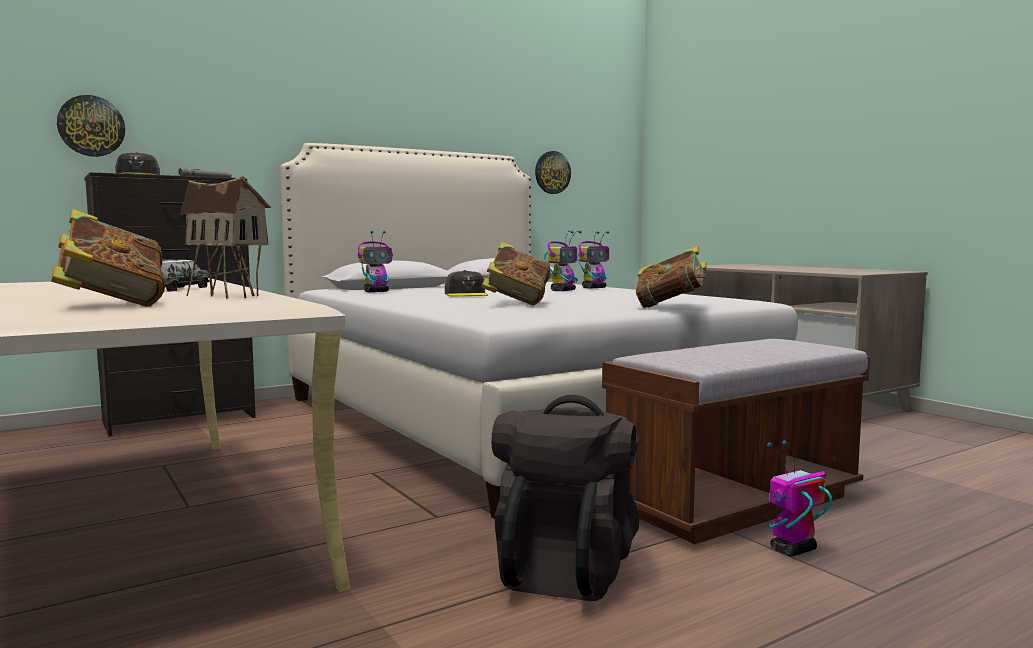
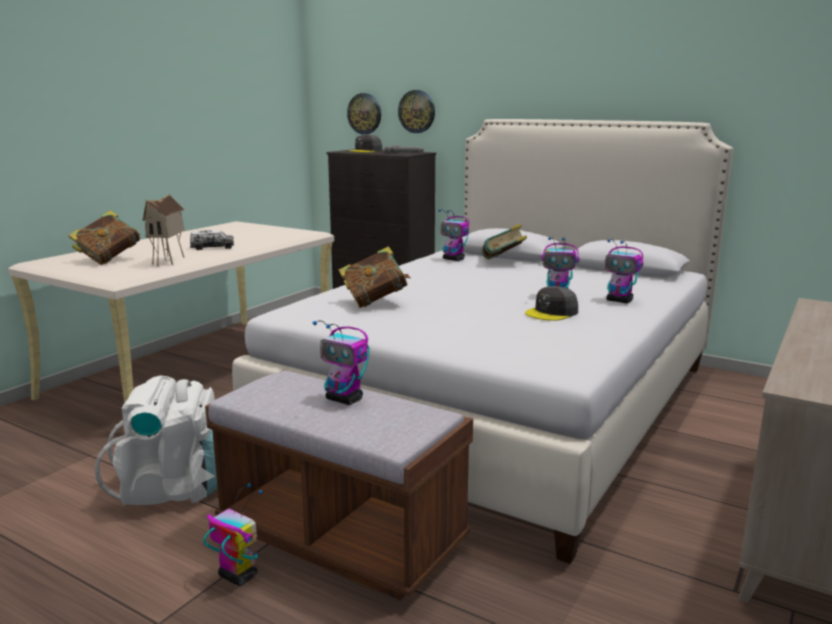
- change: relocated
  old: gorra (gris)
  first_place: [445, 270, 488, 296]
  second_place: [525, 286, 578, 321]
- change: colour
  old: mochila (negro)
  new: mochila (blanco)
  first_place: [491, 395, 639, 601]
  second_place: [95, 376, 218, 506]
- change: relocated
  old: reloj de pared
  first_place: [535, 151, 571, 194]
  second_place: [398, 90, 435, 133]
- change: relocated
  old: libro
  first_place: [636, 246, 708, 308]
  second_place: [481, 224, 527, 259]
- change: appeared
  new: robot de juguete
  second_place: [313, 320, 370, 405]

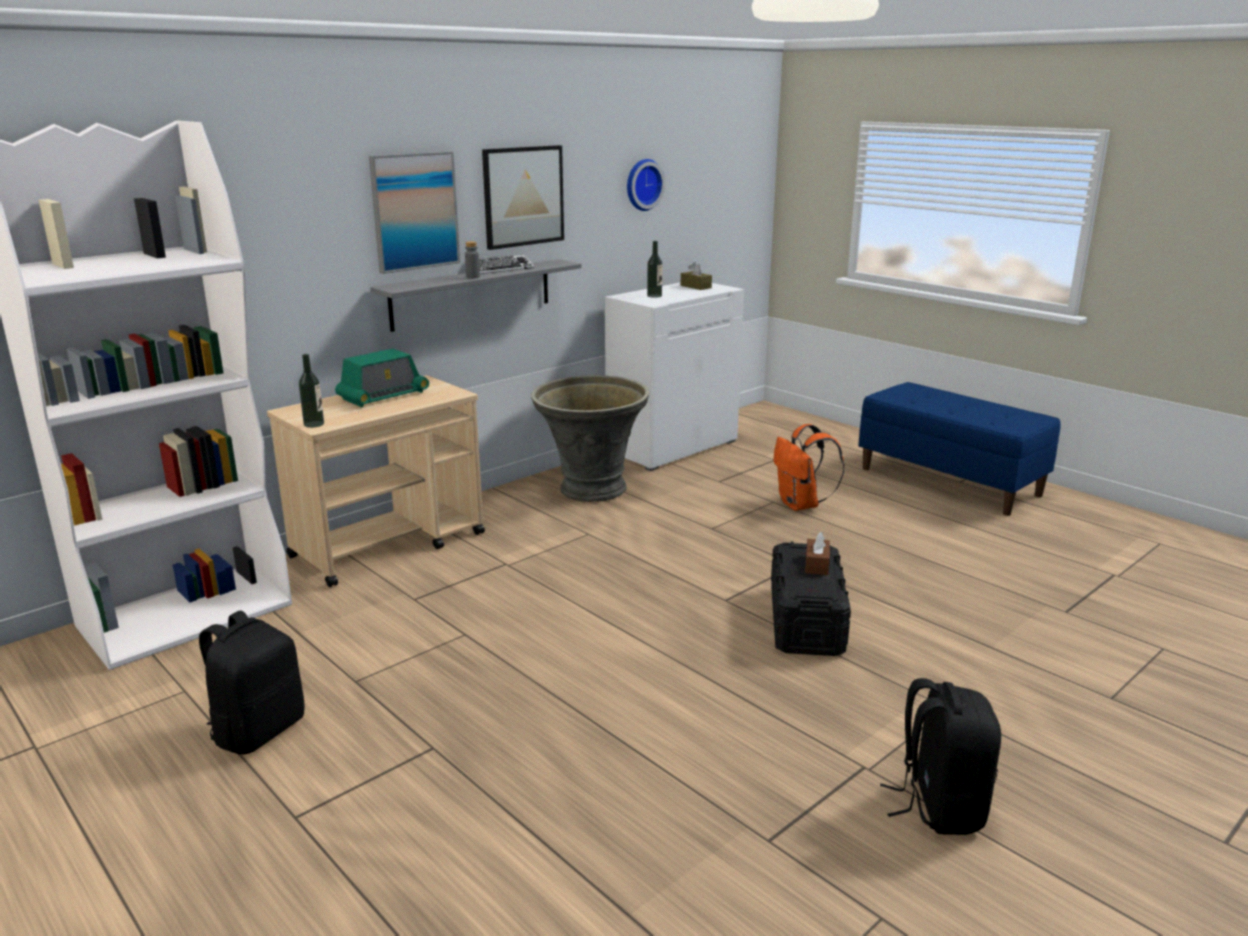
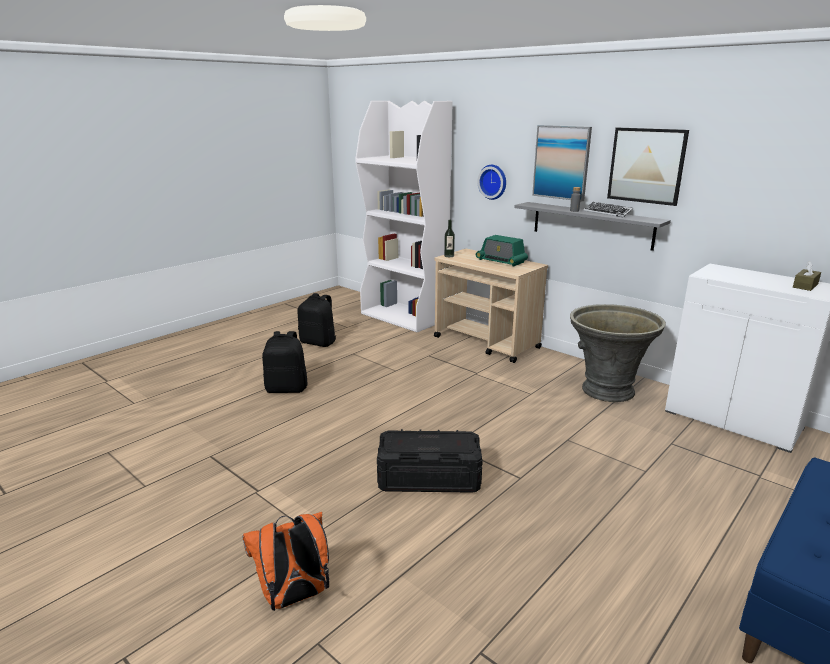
- change: relocated
  old: reloj de pared
  first_place: [627, 159, 665, 211]
  second_place: [477, 165, 506, 200]
- change: missing
  old: botella
  first_place: [647, 241, 662, 298]
- change: relocated
  old: mochila (naranja)
  first_place: [774, 424, 844, 511]
  second_place: [242, 512, 329, 611]
- change: missing
  old: caja de pañuelos (marrón)
  first_place: [805, 532, 830, 575]
- change: relocated
  old: mochila (negro)
  first_place: [880, 678, 1001, 835]
  second_place: [262, 331, 308, 393]

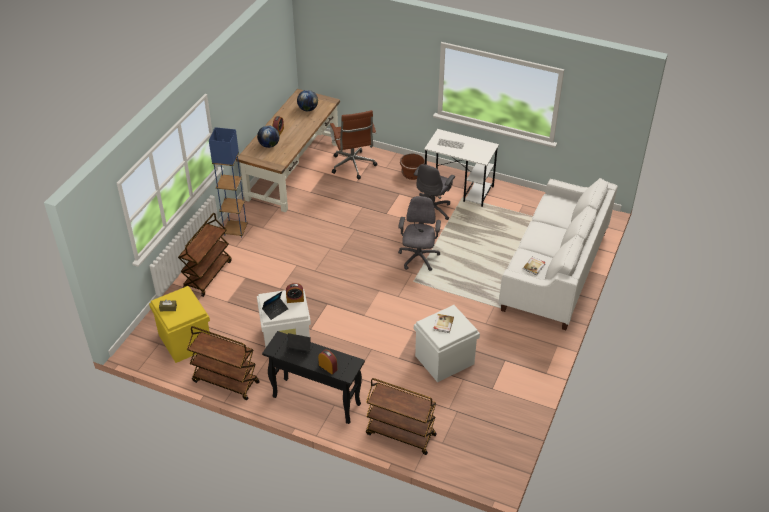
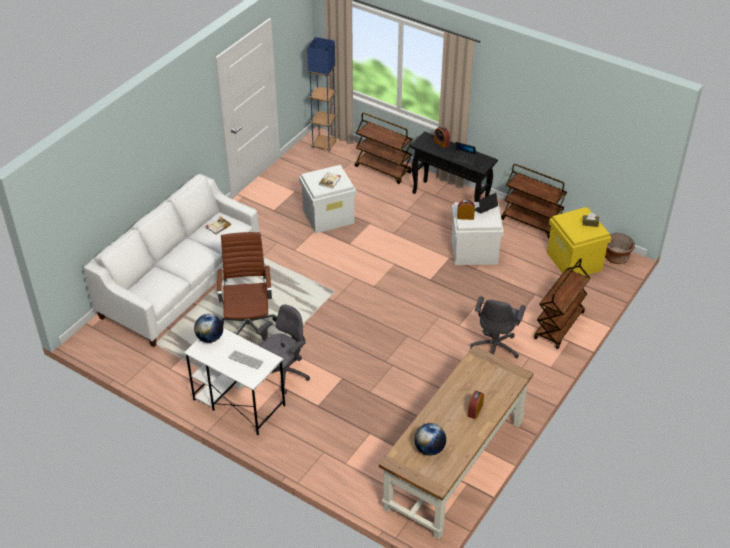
- change: relocated
  old: lámpara de pie (azul)
  first_place: [209, 127, 248, 238]
  second_place: [307, 37, 337, 152]
- change: relocated
  old: globo terráqueo
  first_place: [257, 125, 280, 148]
  second_place: [194, 314, 223, 343]
- change: relocated
  old: silla de oficina (marrón)
  first_place: [330, 110, 377, 179]
  second_place: [217, 232, 277, 336]
- change: relocated
  old: silla de oficina (gris)
  first_place: [398, 196, 441, 271]
  second_place: [470, 296, 526, 359]
- change: relocated
  old: maceta (marrón)
  first_place: [400, 153, 425, 180]
  second_place: [605, 233, 635, 264]

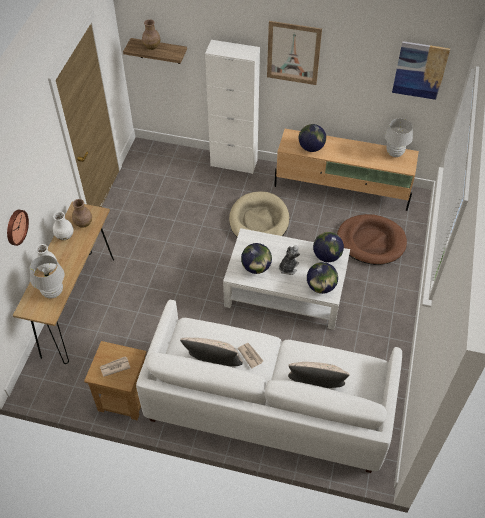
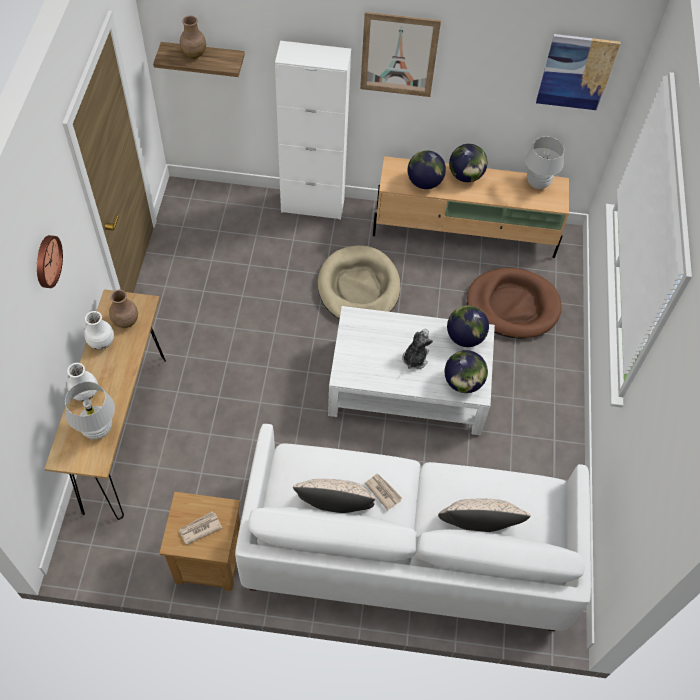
- change: relocated
  old: reloj de pared
  first_place: [7, 210, 29, 246]
  second_place: [37, 235, 63, 288]
- change: relocated
  old: globo terráqueo
  first_place: [241, 243, 272, 274]
  second_place: [449, 144, 487, 182]

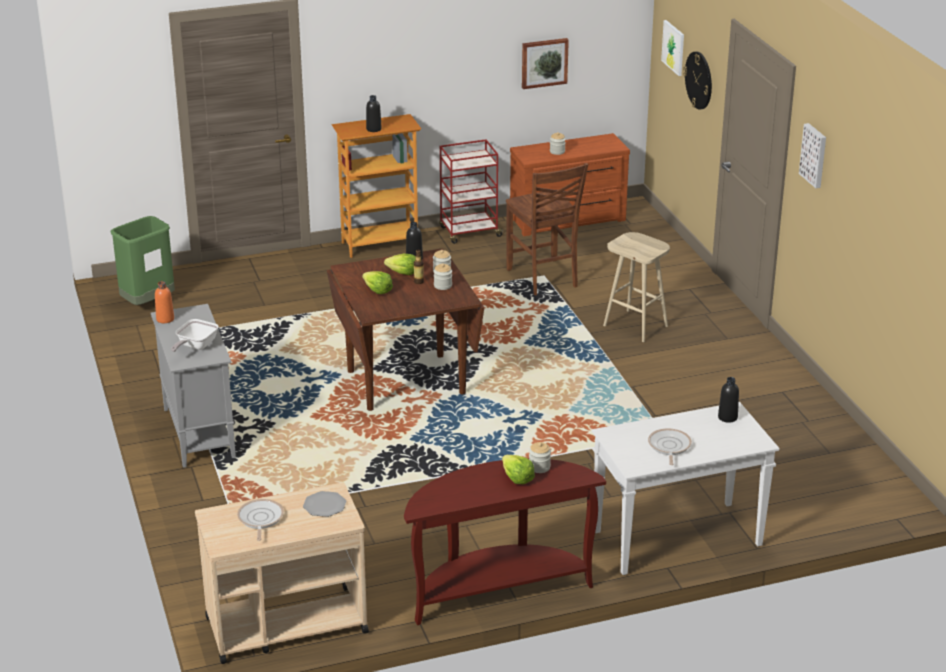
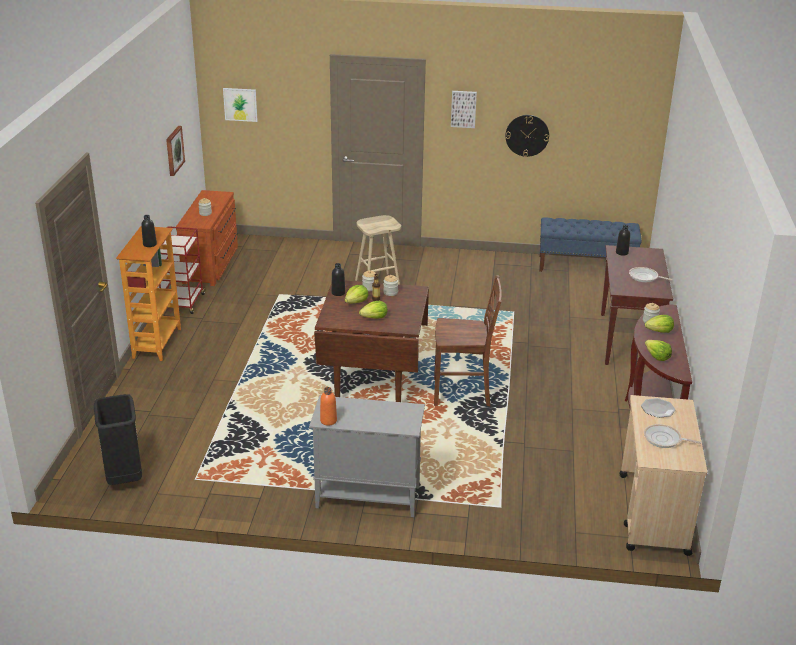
- change: colour
  old: papelera (verde)
  new: papelera (negro)
  first_place: [111, 216, 175, 305]
  second_place: [94, 394, 142, 485]
- change: missing
  old: sartén
  first_place: [171, 319, 219, 352]
- change: relocated
  old: silla (marrón)
  first_place: [506, 163, 588, 295]
  second_place: [434, 275, 502, 406]
- change: colour
  old: mesa consola (blanco)
  new: mesa consola (marrón)
  first_place: [592, 402, 780, 575]
  second_place: [601, 245, 673, 365]
- change: relocated
  old: reloj de pared
  first_place: [683, 51, 712, 110]
  second_place: [505, 115, 549, 157]
- change: appeared
  new: banco (azul)
  second_place: [539, 217, 642, 272]
- change: appeared
  new: lechuga
  second_place: [645, 340, 672, 361]

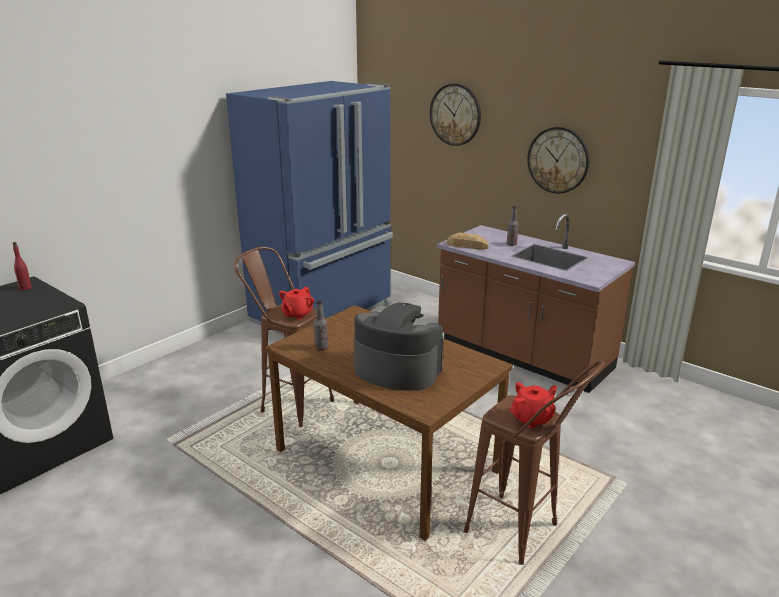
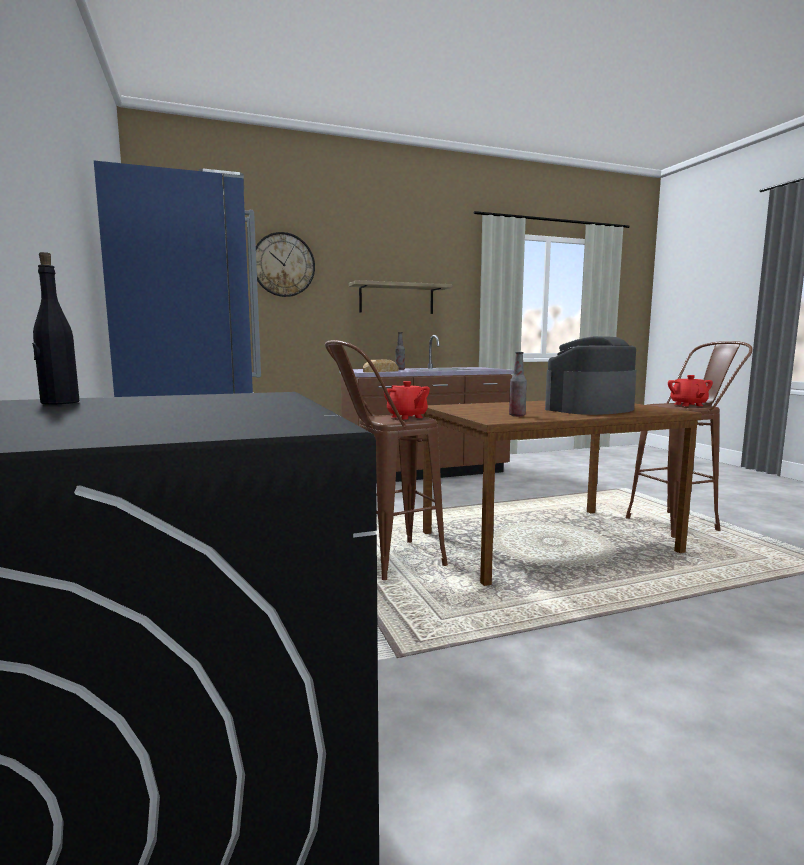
- change: colour
  old: botella (rojo)
  new: botella (negro)
  first_place: [13, 242, 32, 290]
  second_place: [32, 252, 80, 404]
- change: exchanged
  old: reloj de pared
  new: estante
  first_place: [527, 127, 589, 194]
  second_place: [349, 280, 453, 314]

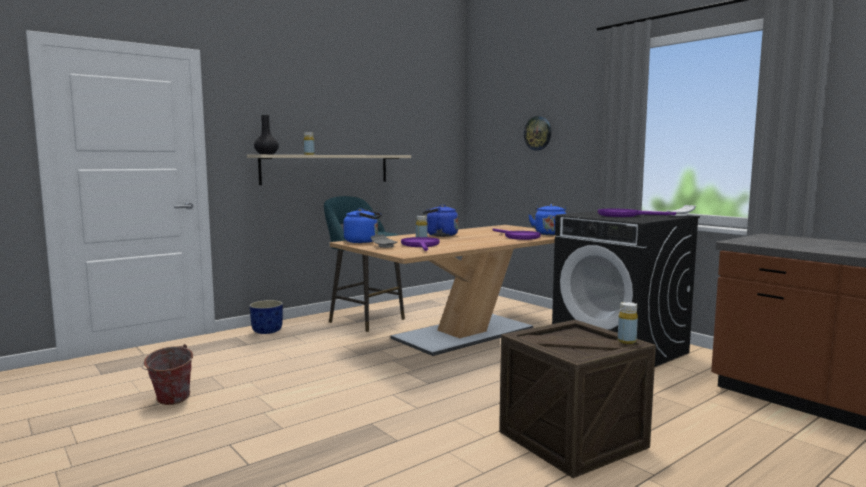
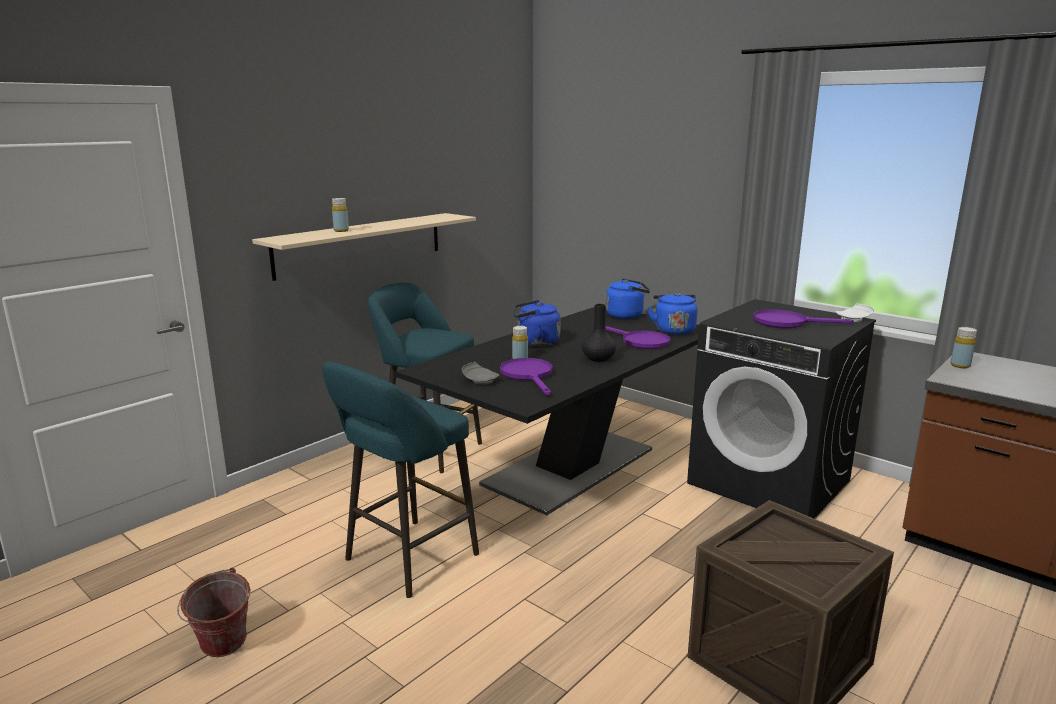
- change: missing
  old: maceta (azul)
  first_place: [250, 300, 283, 334]
- change: relocated
  old: florero (negro)
  first_place: [254, 115, 279, 155]
  second_place: [582, 304, 616, 362]
- change: colour
  old: mesa de comedor (beis)
  new: mesa de comedor (negro)
  first_place: [330, 225, 555, 356]
  second_place: [396, 307, 699, 515]
- change: relocated
  old: hervidor (azul)
  first_place: [343, 208, 382, 243]
  second_place: [606, 278, 650, 319]
- change: missing
  old: reloj de pared
  first_place: [524, 116, 551, 150]
- change: relocated
  old: botella (amarillo)
  first_place: [618, 302, 638, 344]
  second_place: [950, 327, 977, 368]
- change: appeared
  new: taburete (turquesa)
  second_place: [322, 362, 479, 598]

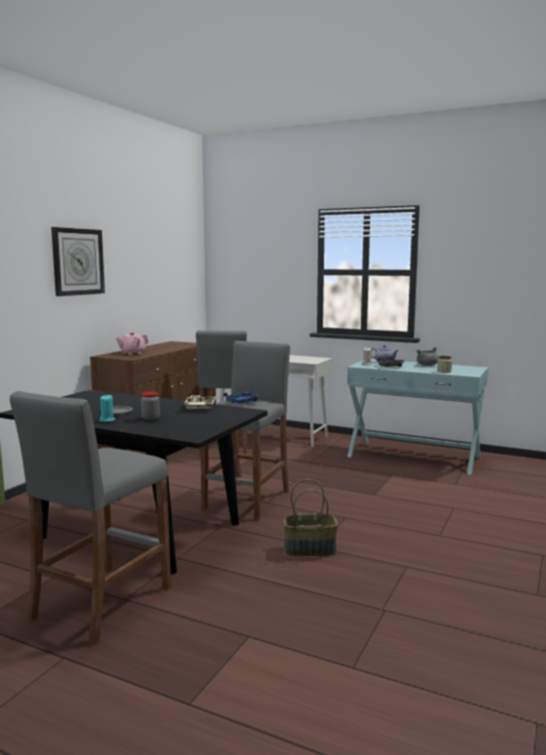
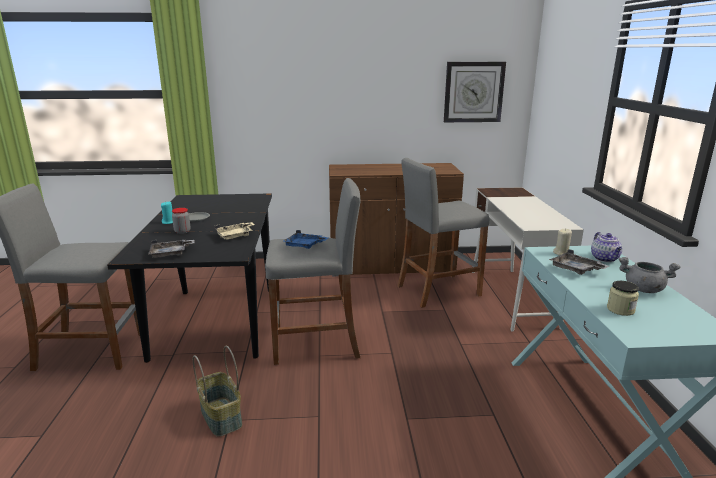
- change: relocated
  old: reloj de pared
  first_place: [51, 227, 105, 296]
  second_place: [444, 62, 506, 122]
- change: missing
  old: tetera (rosa)
  first_place: [116, 332, 148, 355]
- change: appeared
  new: bandeja (gris)
  second_place: [148, 240, 195, 258]

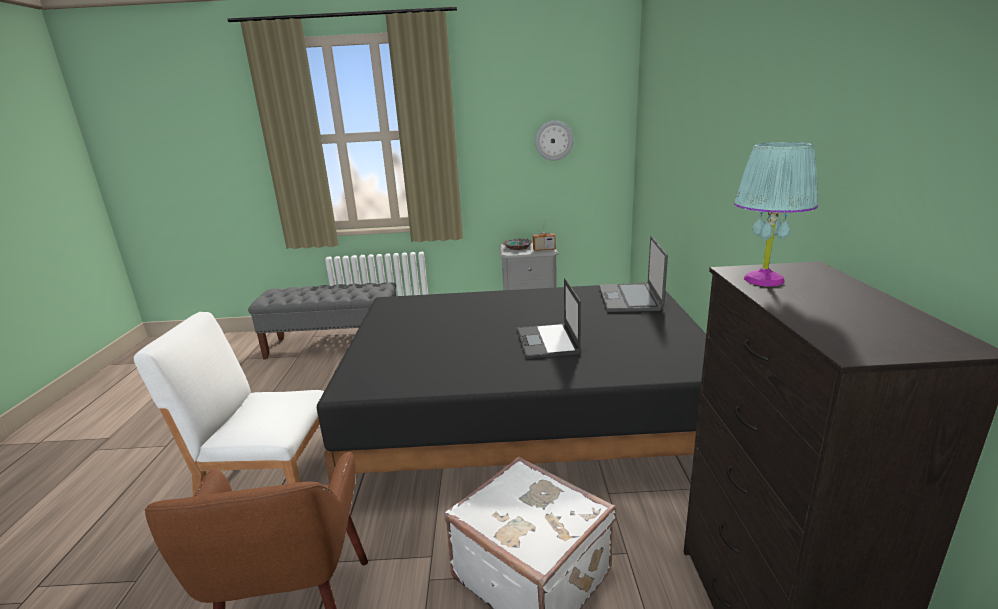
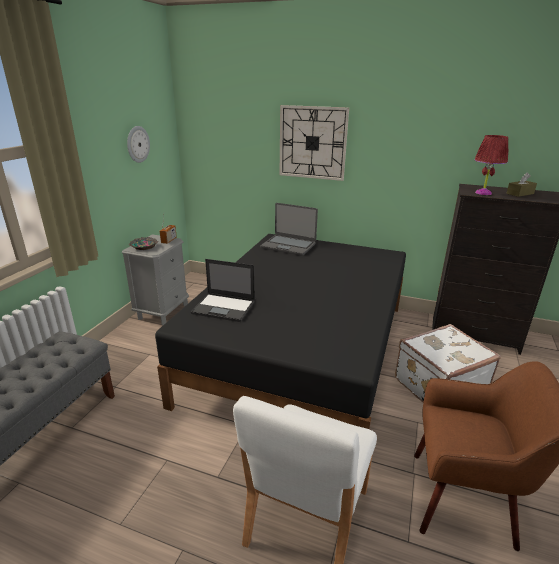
- change: relocated
  old: portátil
  first_place: [517, 278, 581, 359]
  second_place: [191, 259, 255, 322]
- change: colour
  old: lámpara de mesa (turquesa)
  new: lámpara de mesa (rojo)
  first_place: [734, 142, 818, 287]
  second_place: [475, 135, 508, 195]
- change: appeared
  new: reloj de pared
  second_place: [280, 105, 349, 181]
- change: appeared
  new: caja de pañuelos (marrón)
  second_place: [506, 173, 537, 197]

